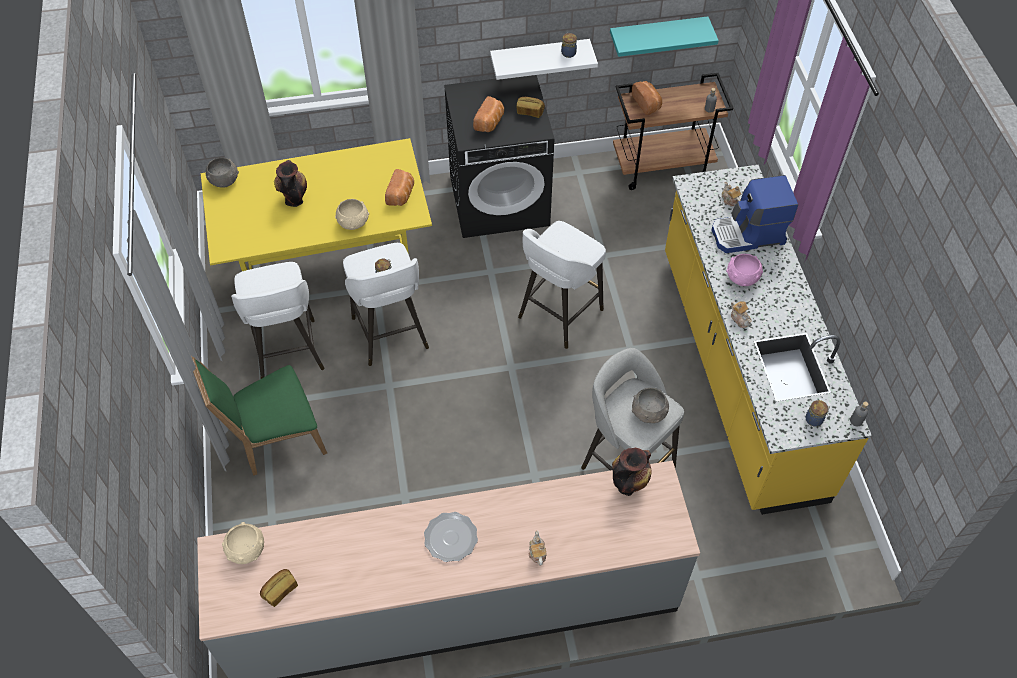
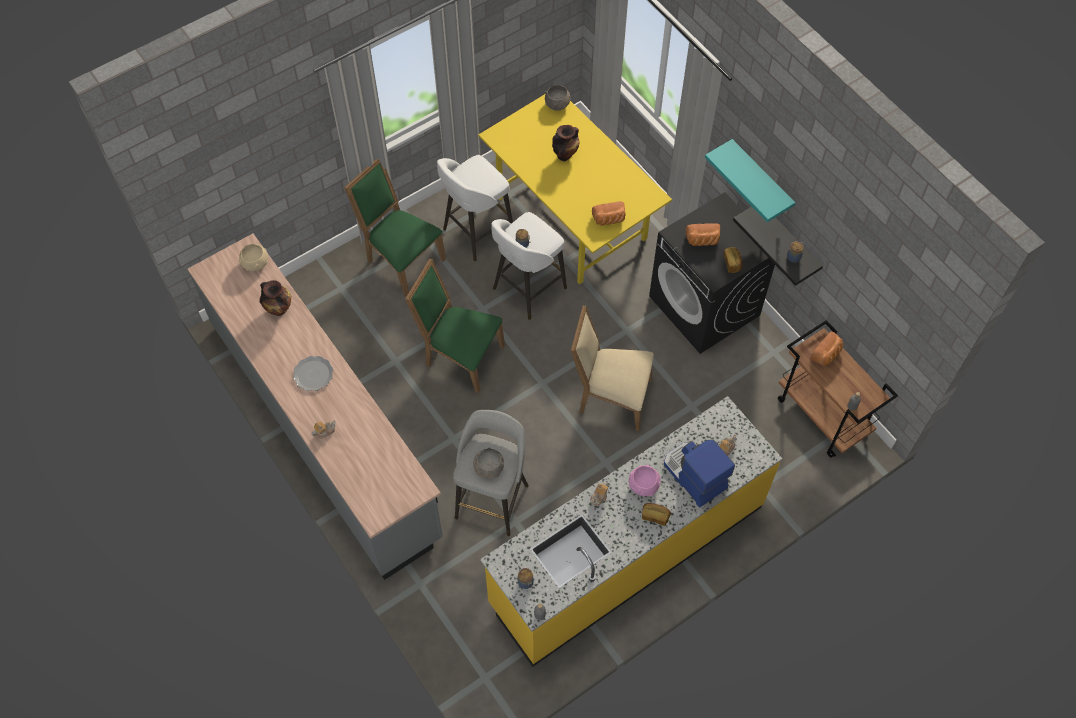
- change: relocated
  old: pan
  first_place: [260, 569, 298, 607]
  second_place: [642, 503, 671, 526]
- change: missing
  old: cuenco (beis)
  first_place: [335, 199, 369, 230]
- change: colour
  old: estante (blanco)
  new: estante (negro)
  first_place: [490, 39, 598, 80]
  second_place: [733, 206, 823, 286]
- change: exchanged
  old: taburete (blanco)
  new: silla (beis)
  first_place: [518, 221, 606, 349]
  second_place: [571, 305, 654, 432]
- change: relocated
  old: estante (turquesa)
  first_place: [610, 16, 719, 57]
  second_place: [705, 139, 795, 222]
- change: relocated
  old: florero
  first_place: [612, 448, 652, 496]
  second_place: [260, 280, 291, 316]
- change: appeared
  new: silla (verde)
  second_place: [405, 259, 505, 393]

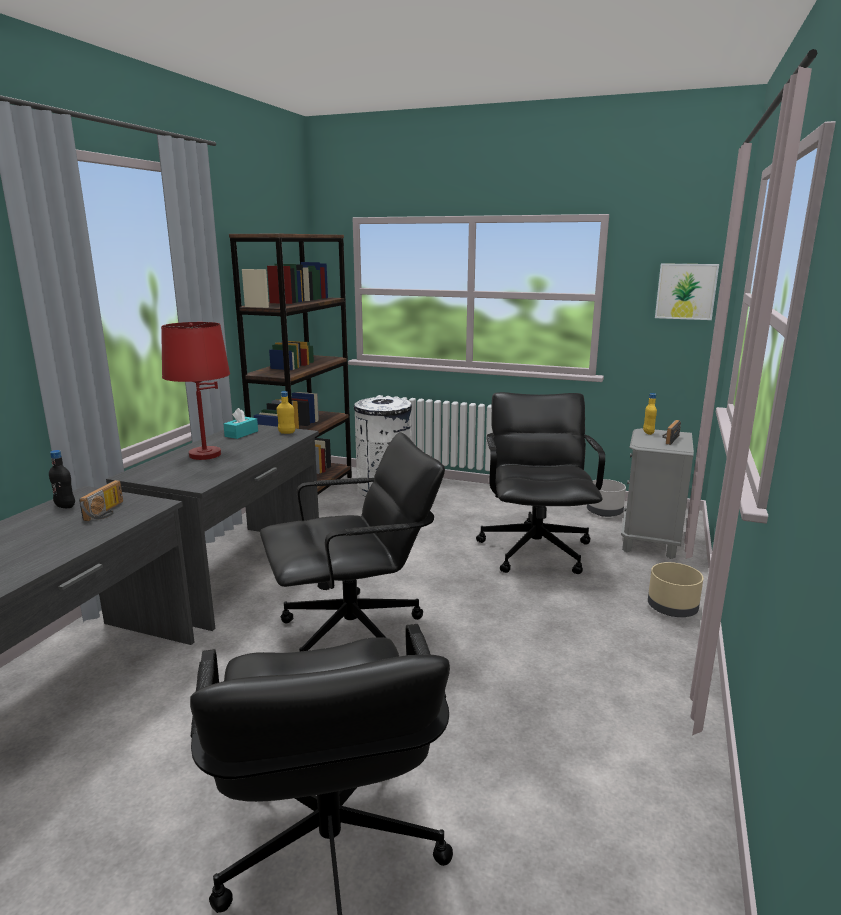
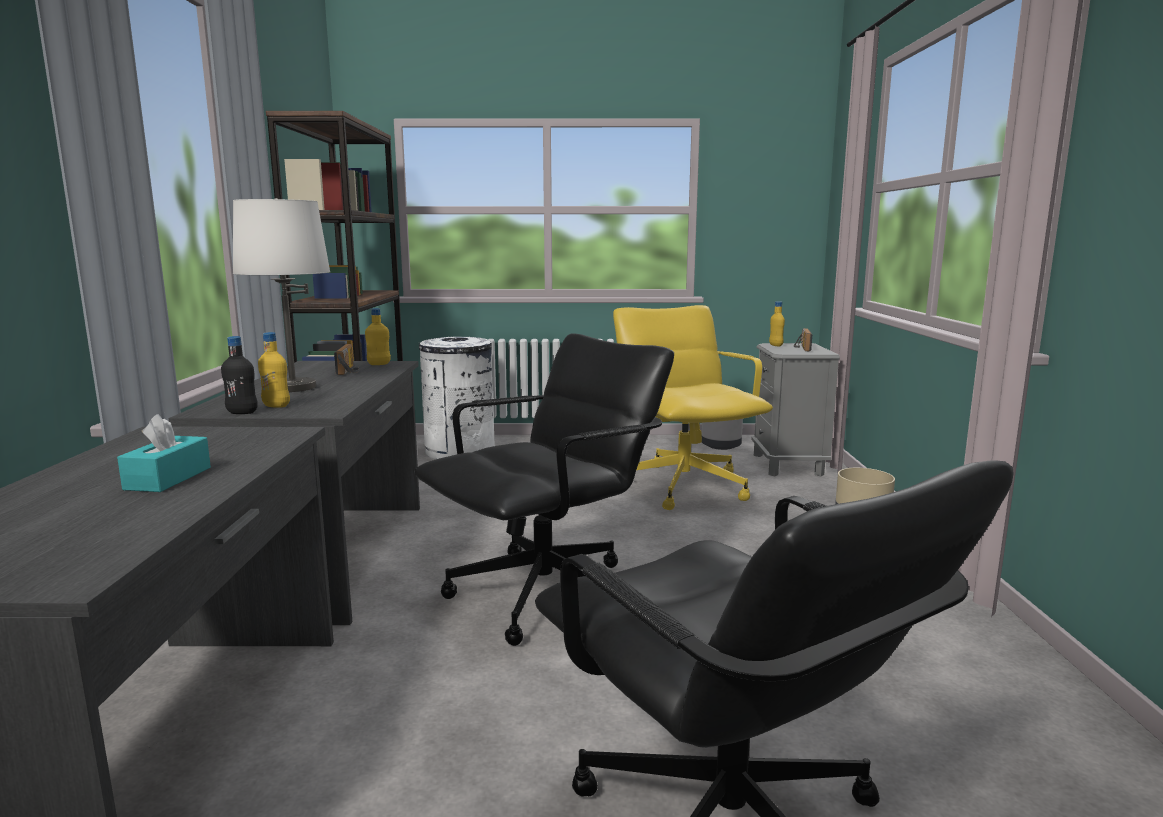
- change: relocated
  old: botella (negro)
  first_place: [49, 450, 75, 508]
  second_place: [221, 336, 258, 414]
- change: relocated
  old: radio
  first_place: [79, 480, 123, 521]
  second_place: [334, 344, 360, 375]
- change: colour
  old: lámpara de mesa (rojo)
  new: lámpara de mesa (blanco)
  first_place: [161, 322, 230, 460]
  second_place: [233, 198, 330, 392]
- change: relocated
  old: caja de pañuelos (turquesa)
  first_place: [224, 408, 258, 439]
  second_place: [117, 414, 211, 492]
- change: colour
  old: silla de oficina (negro)
  new: silla de oficina (amarillo)
  first_place: [476, 392, 605, 574]
  second_place: [613, 305, 773, 510]
- change: missing
  old: cuadro
  first_place: [655, 263, 719, 320]
- change: appeared
  new: botella (amarillo)
  second_place: [258, 332, 290, 408]

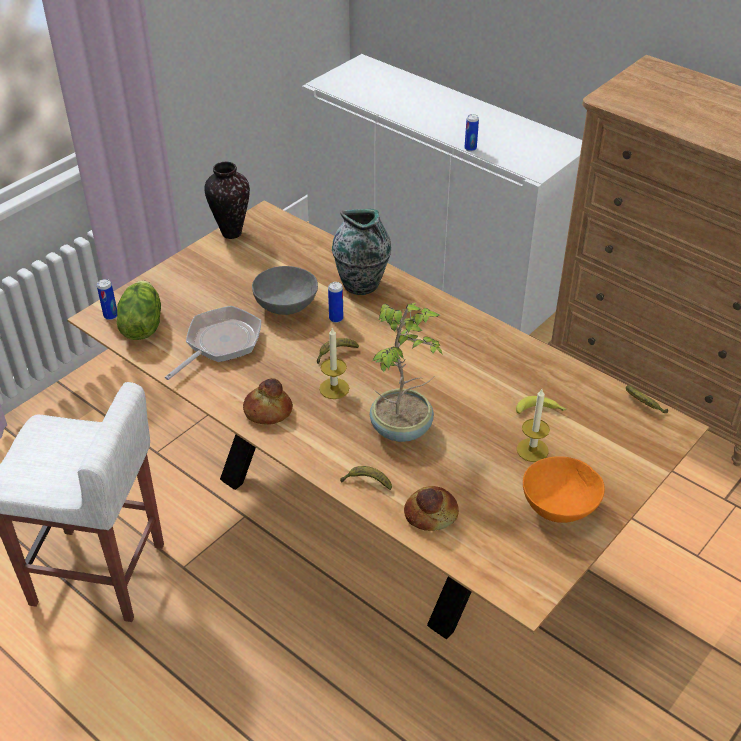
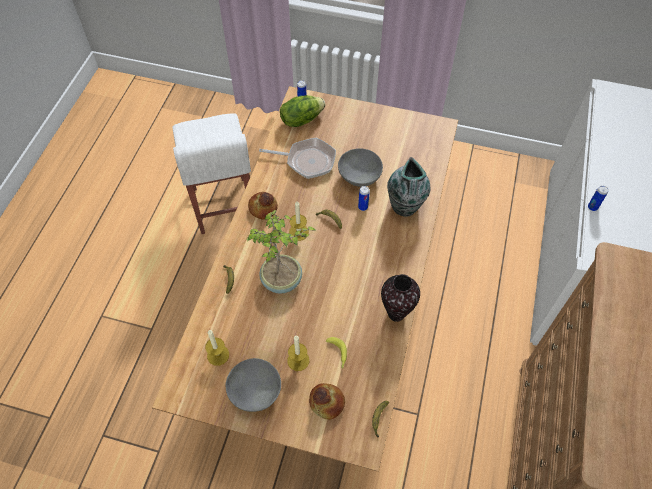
- change: relocated
  old: florero
  first_place: [204, 162, 250, 239]
  second_place: [381, 274, 420, 322]
- change: relocated
  old: pan
  first_place: [404, 486, 459, 531]
  second_place: [309, 383, 345, 420]
- change: colour
  old: cuenco (naranja)
  new: cuenco (gris)
  first_place: [523, 456, 605, 523]
  second_place: [226, 358, 281, 412]
- change: appeared
  new: vela
  second_place: [205, 330, 229, 366]

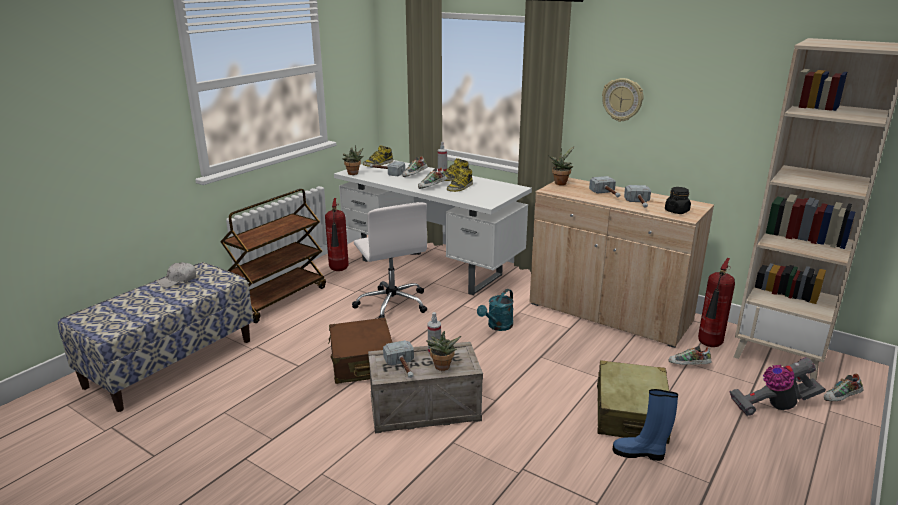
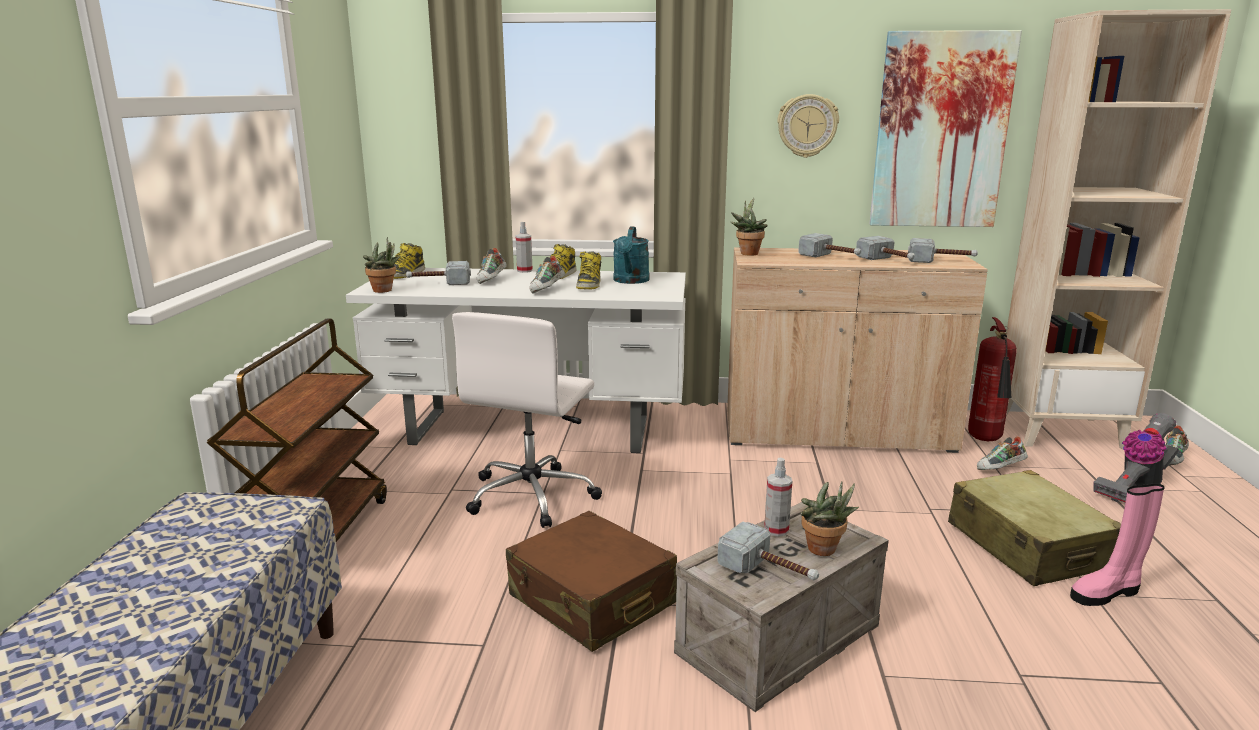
- change: missing
  old: gorra (blanco)
  first_place: [157, 262, 196, 288]
- change: missing
  old: extintor
  first_place: [325, 198, 349, 271]
- change: spun
  old: silla de oficina (blanco)
  first_place: [352, 202, 427, 319]
  second_place: [452, 312, 602, 528]
  degrees: 75
- change: relocated
  old: regadera (turquesa)
  first_place: [477, 289, 514, 331]
  second_place: [613, 227, 650, 284]
- change: colour
  old: bota (azul)
  new: bota (rosa)
  first_place: [613, 389, 678, 461]
  second_place: [1070, 483, 1165, 606]
- change: exchanged
  old: tarro (negro)
  new: martillo
  first_place: [665, 187, 691, 214]
  second_place: [908, 238, 978, 263]
- change: appeared
  new: cuadro
  second_place: [870, 30, 1022, 227]

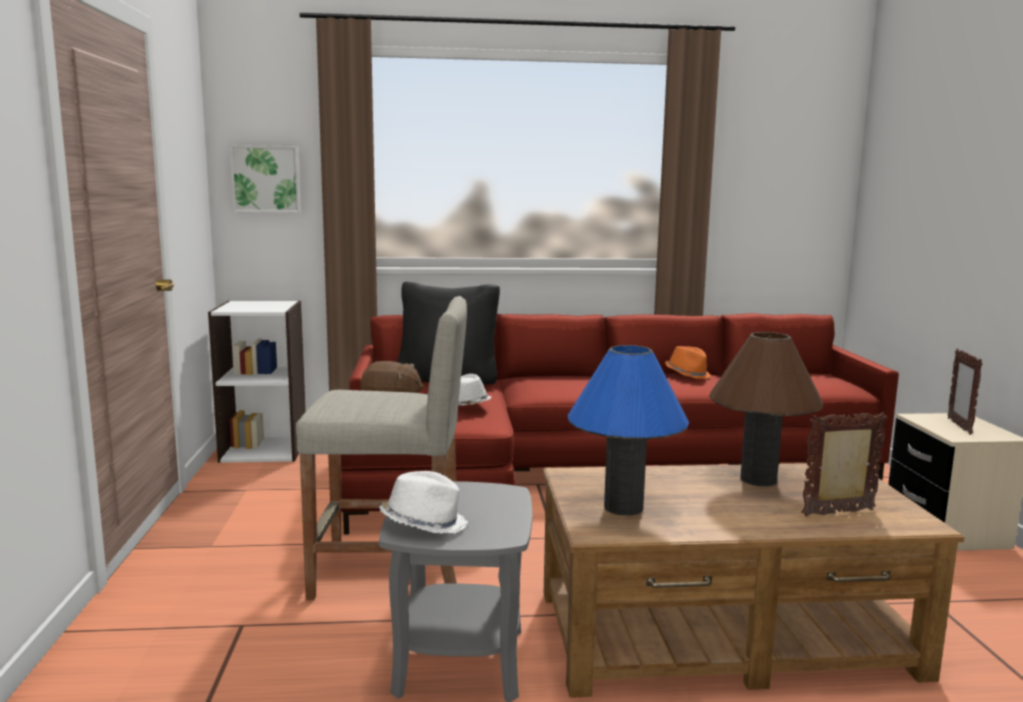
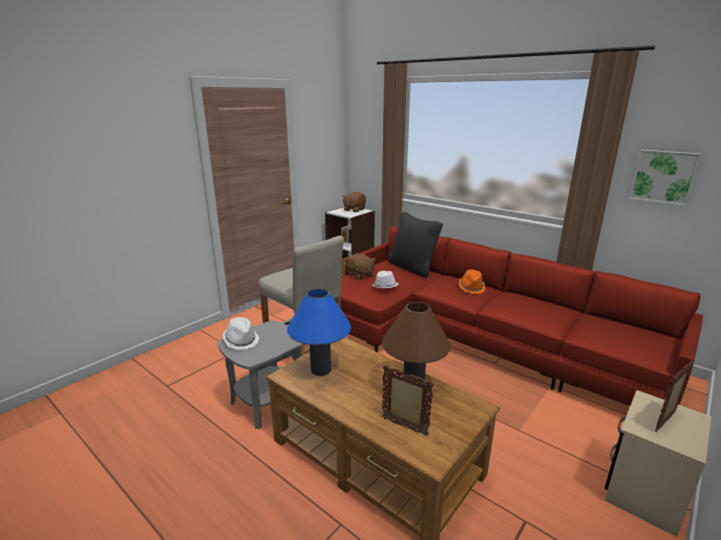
- change: relocated
  old: cuadro
  first_place: [229, 145, 301, 213]
  second_place: [629, 150, 701, 206]
- change: relocated
  old: sombrero (naranja)
  first_place: [665, 346, 712, 379]
  second_place: [459, 269, 485, 294]
- change: appeared
  new: peluche (marrón)
  second_place: [342, 192, 366, 212]

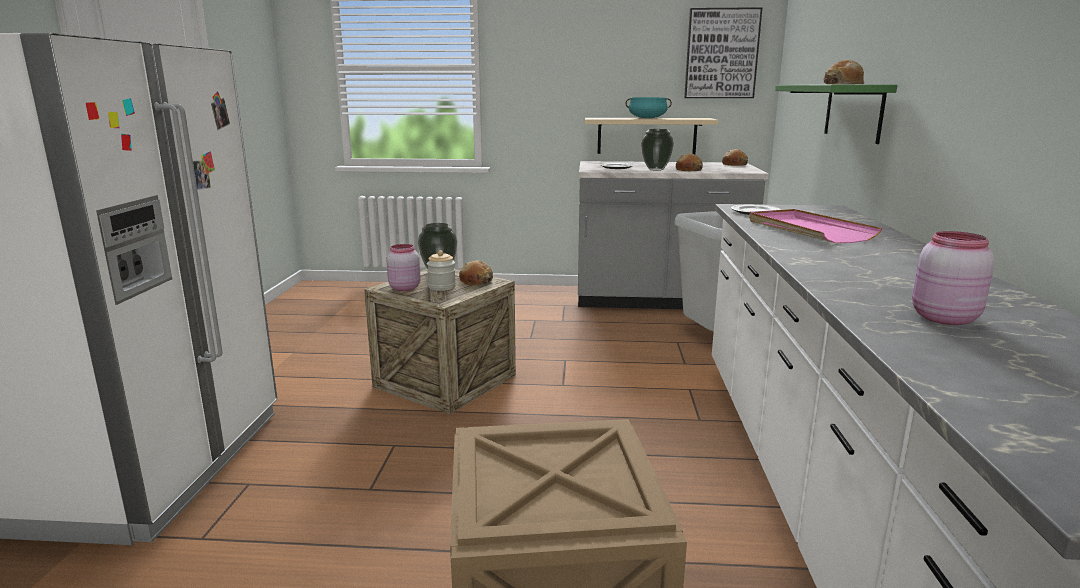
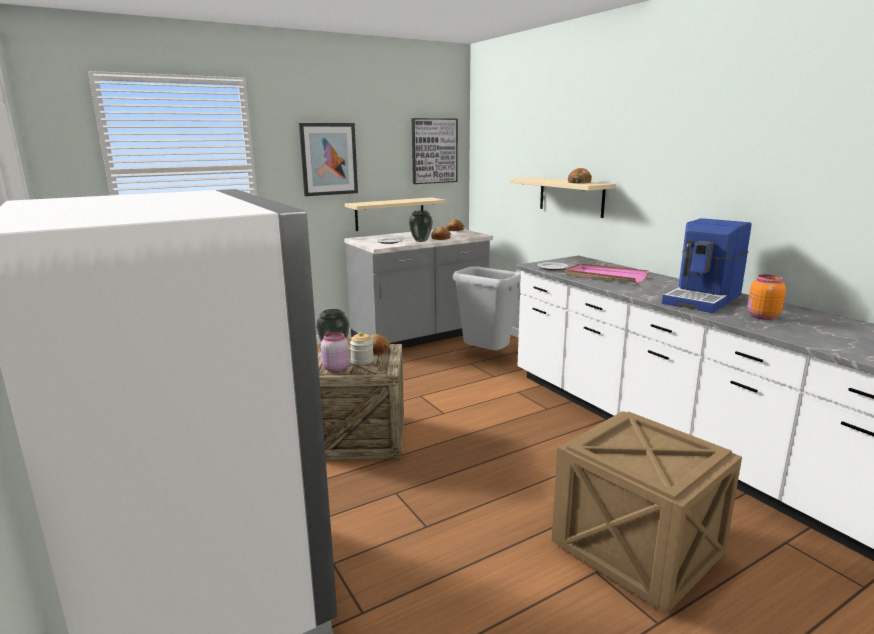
- change: missing
  old: olla (turquesa)
  first_place: [625, 97, 672, 118]
- change: colour
  old: estante (verde)
  new: estante (beis)
  first_place: [775, 85, 897, 144]
  second_place: [509, 177, 616, 218]
- change: colour
  old: tarro (rosa)
  new: tarro (naranja)
  first_place: [912, 231, 995, 325]
  second_place: [747, 274, 786, 320]
- change: appeared
  new: cuadro
  second_place: [299, 123, 358, 196]
- change: appeared
  new: cafetera
  second_place: [662, 218, 752, 313]

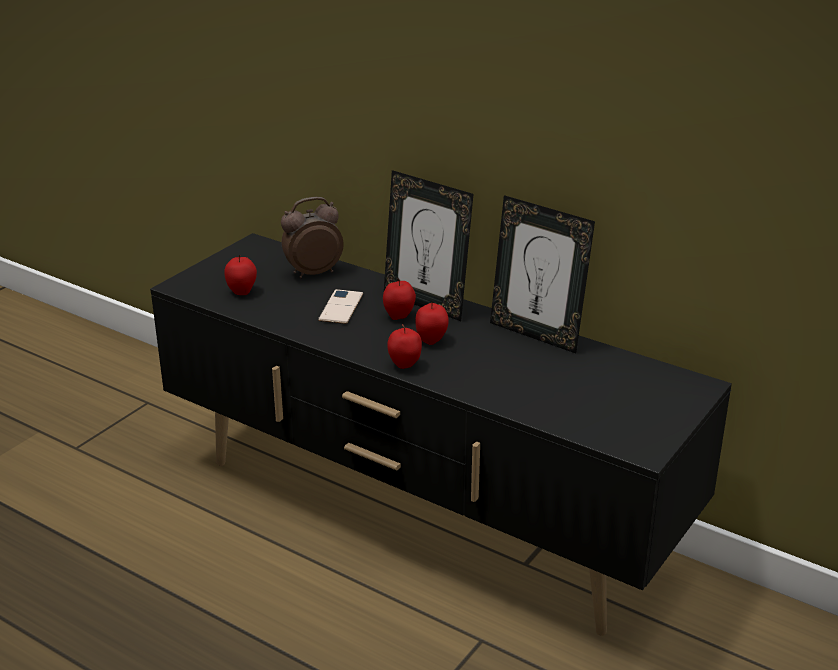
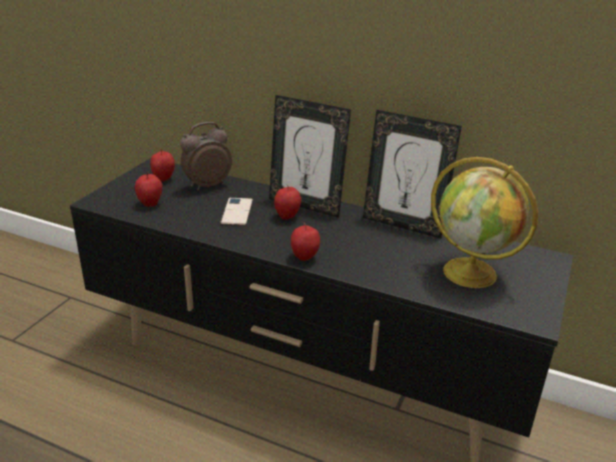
- change: relocated
  old: manzana
  first_place: [415, 302, 449, 345]
  second_place: [150, 149, 175, 182]
- change: appeared
  new: globo terráqueo
  second_place: [431, 157, 538, 288]

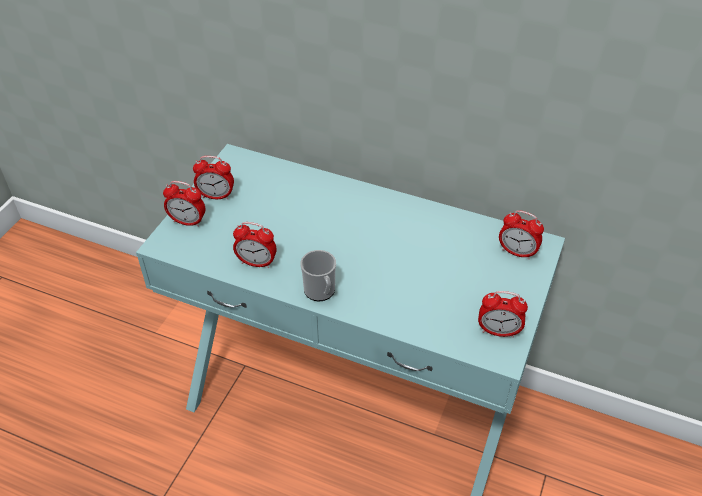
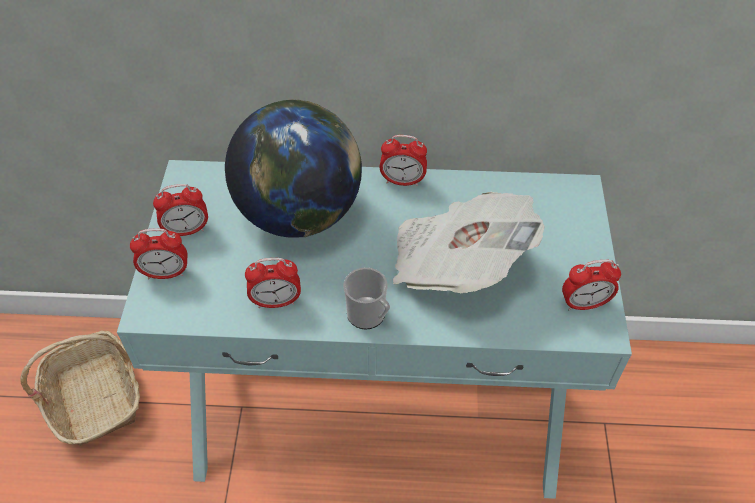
- change: relocated
  old: despertador
  first_place: [499, 210, 544, 260]
  second_place: [380, 135, 427, 186]
- change: appeared
  new: cesta
  second_place: [20, 330, 140, 446]
- change: appeared
  new: globo terráqueo
  second_place: [225, 99, 362, 238]
- change: appeared
  new: periódico
  second_place: [393, 192, 544, 293]

